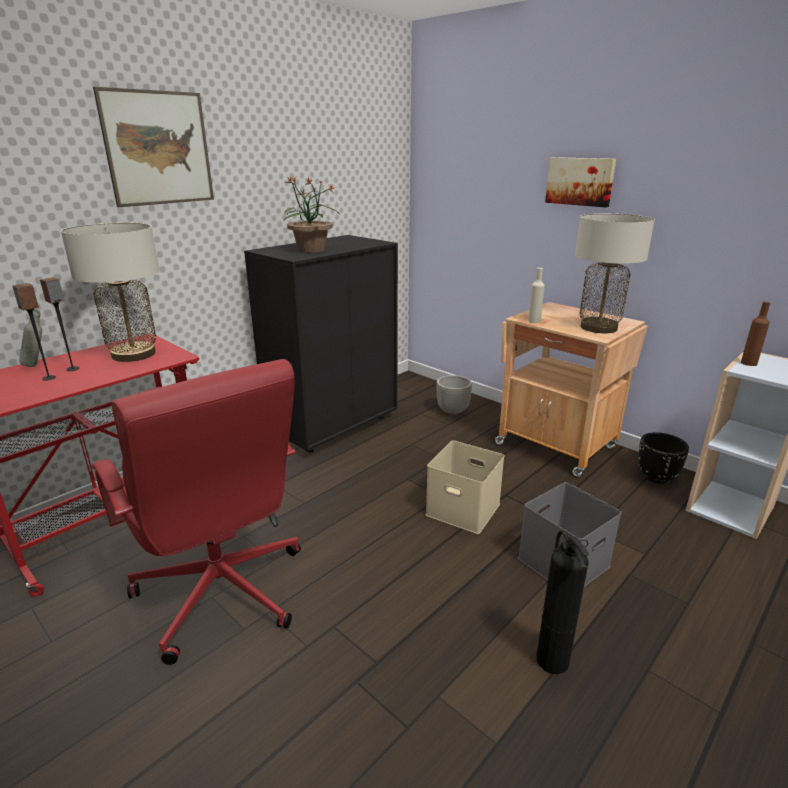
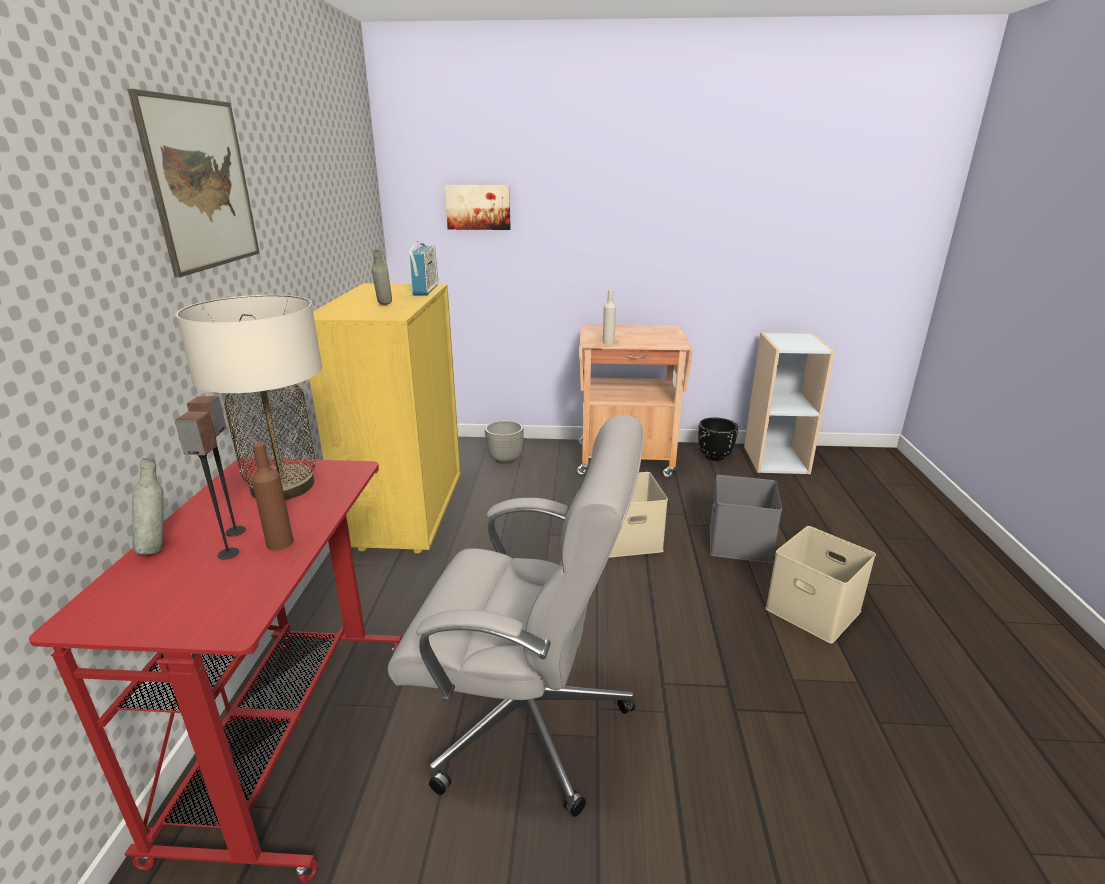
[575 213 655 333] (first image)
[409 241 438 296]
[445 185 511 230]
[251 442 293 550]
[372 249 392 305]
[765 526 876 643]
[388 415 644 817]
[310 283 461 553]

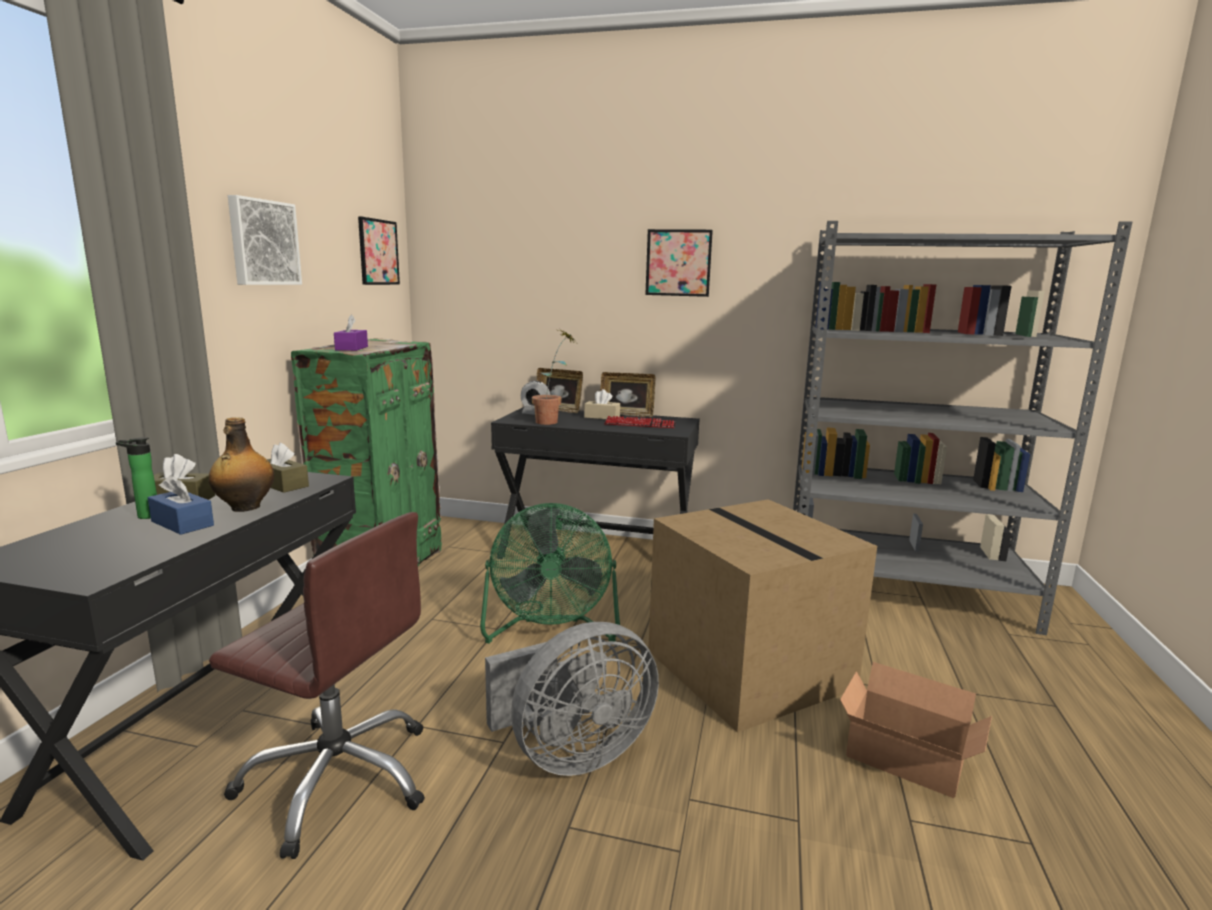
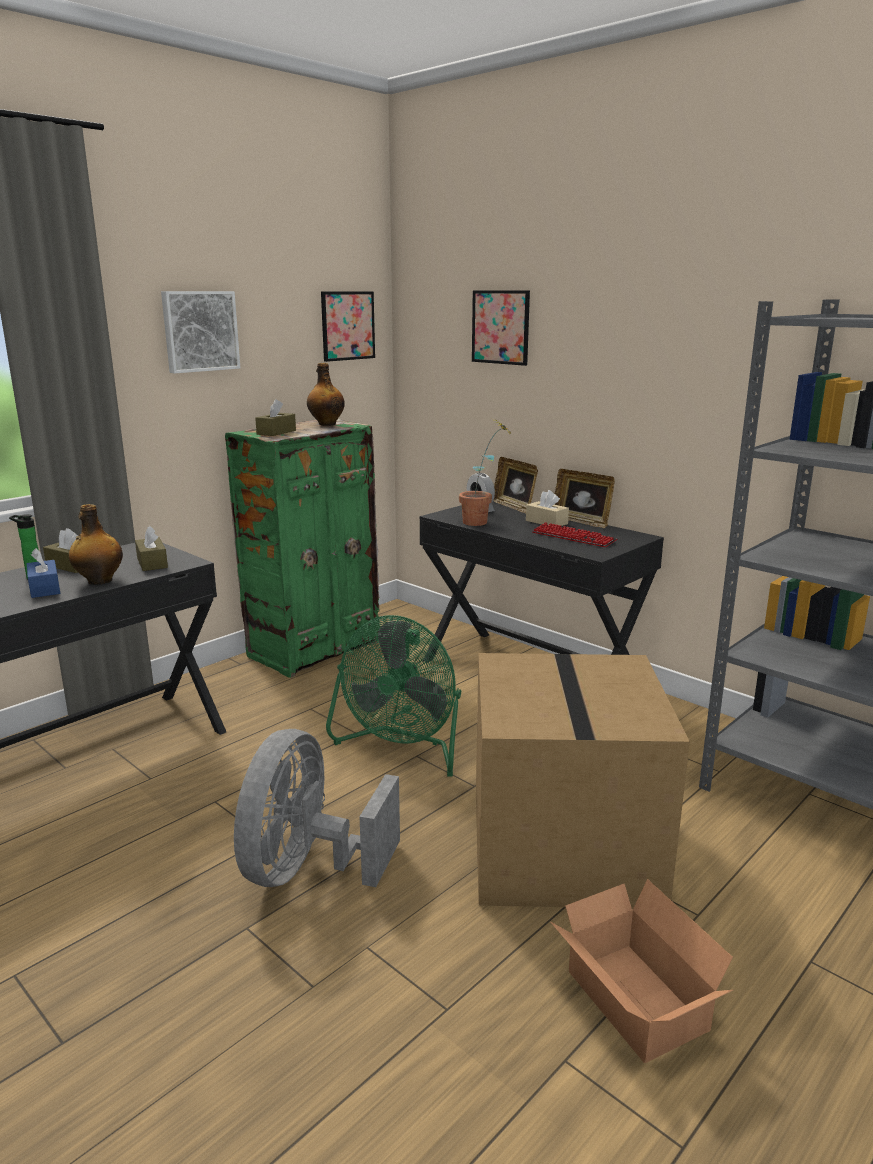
[209 512 425 859] (first image)
[307 363 345 426]
[472 291 530 366]
[255 399 296 436]
[234 729 400 887]

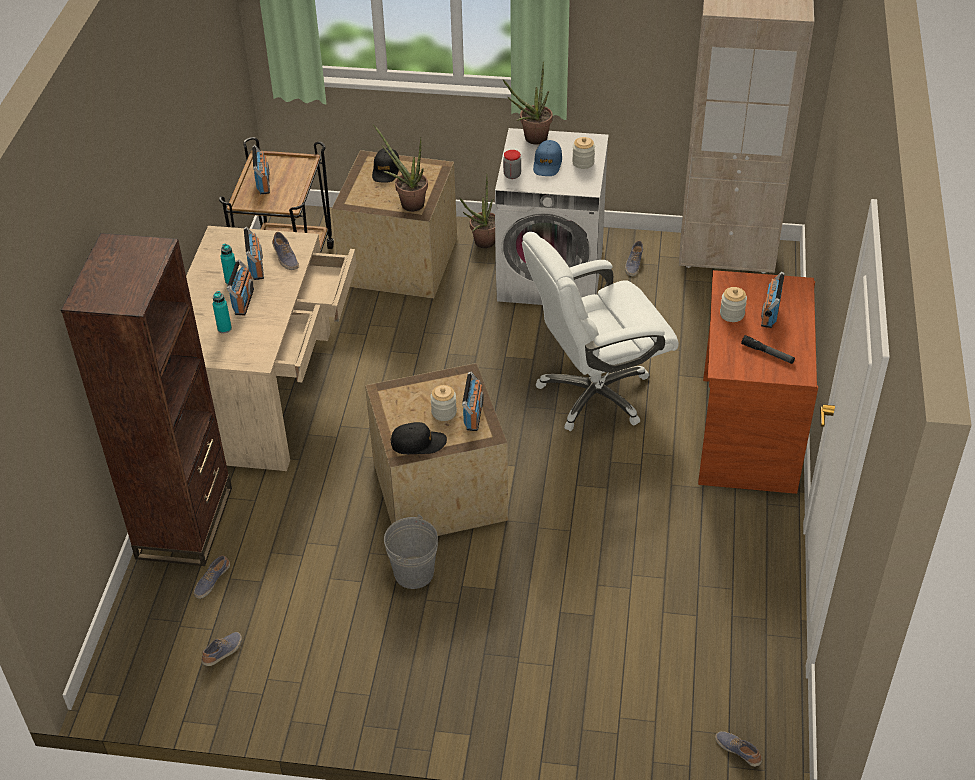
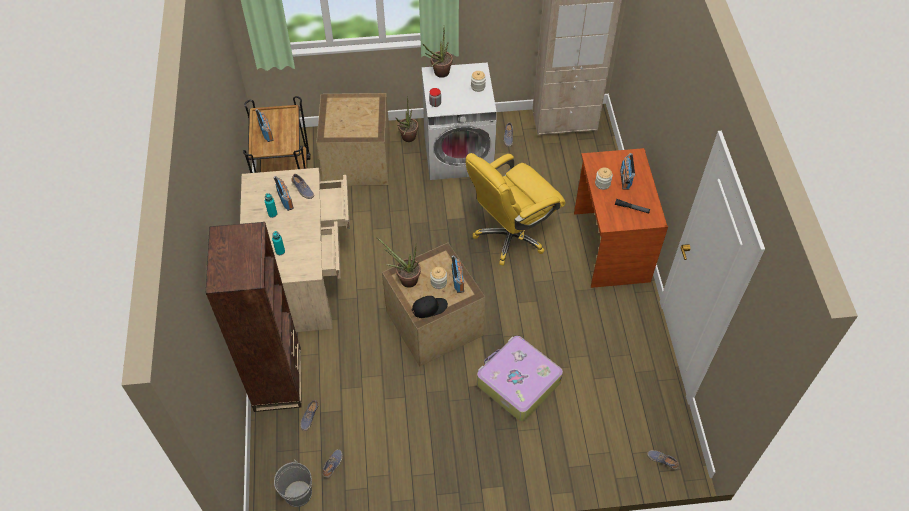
[227 260 254 315] (first image)
[372 148 400 183] (first image)
[533 140 562 176] (first image)
[477 336 563 421]
[376 237 421 288]
[274 460 312 507]
[465 153 565 266]

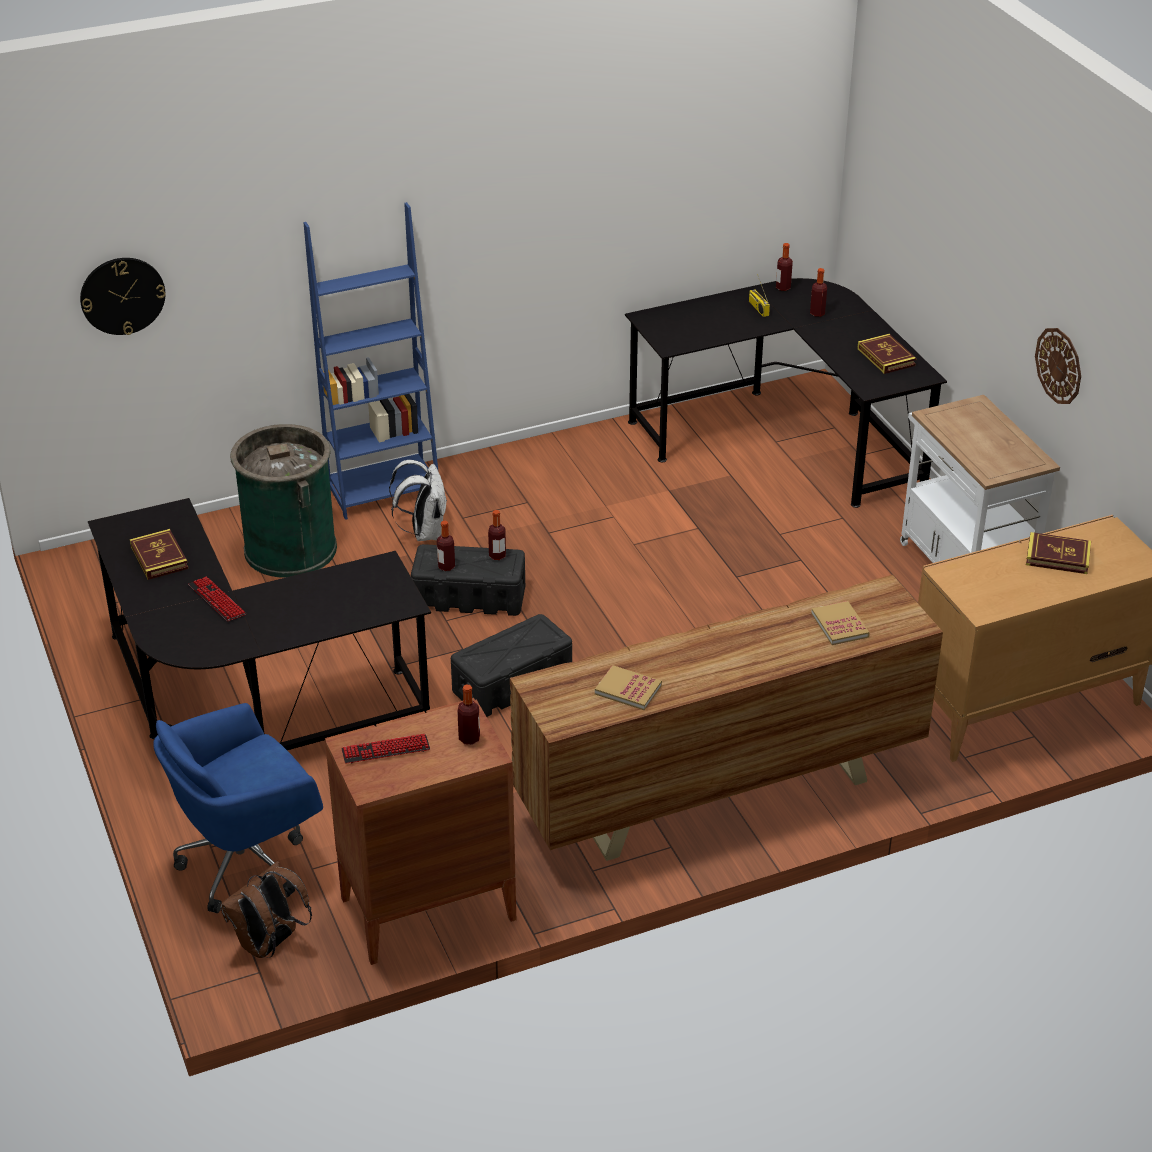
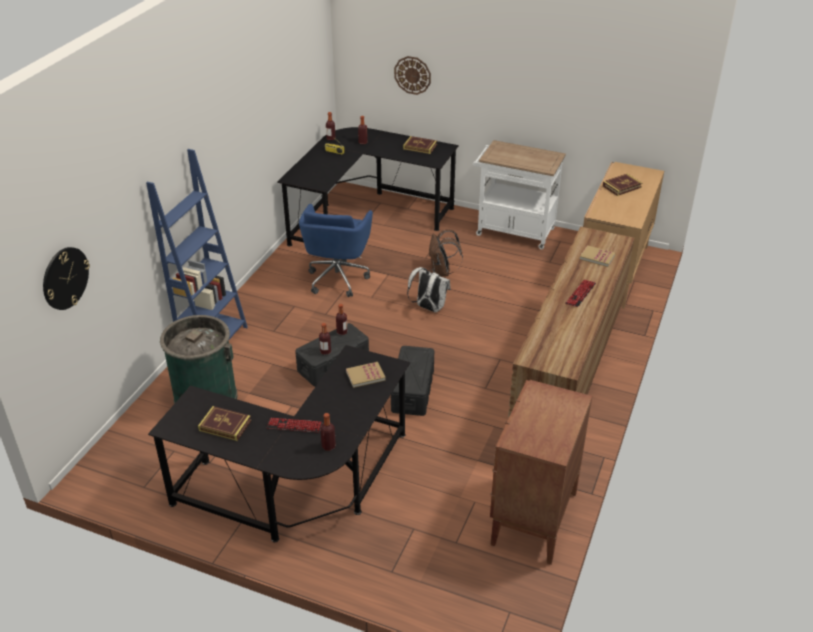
[299 204 373 297]
[429 229 463 276]
[565 279 596 307]
[407 267 450 312]
[320 413 336 451]
[346 362 386 388]
[394 56 431 95]

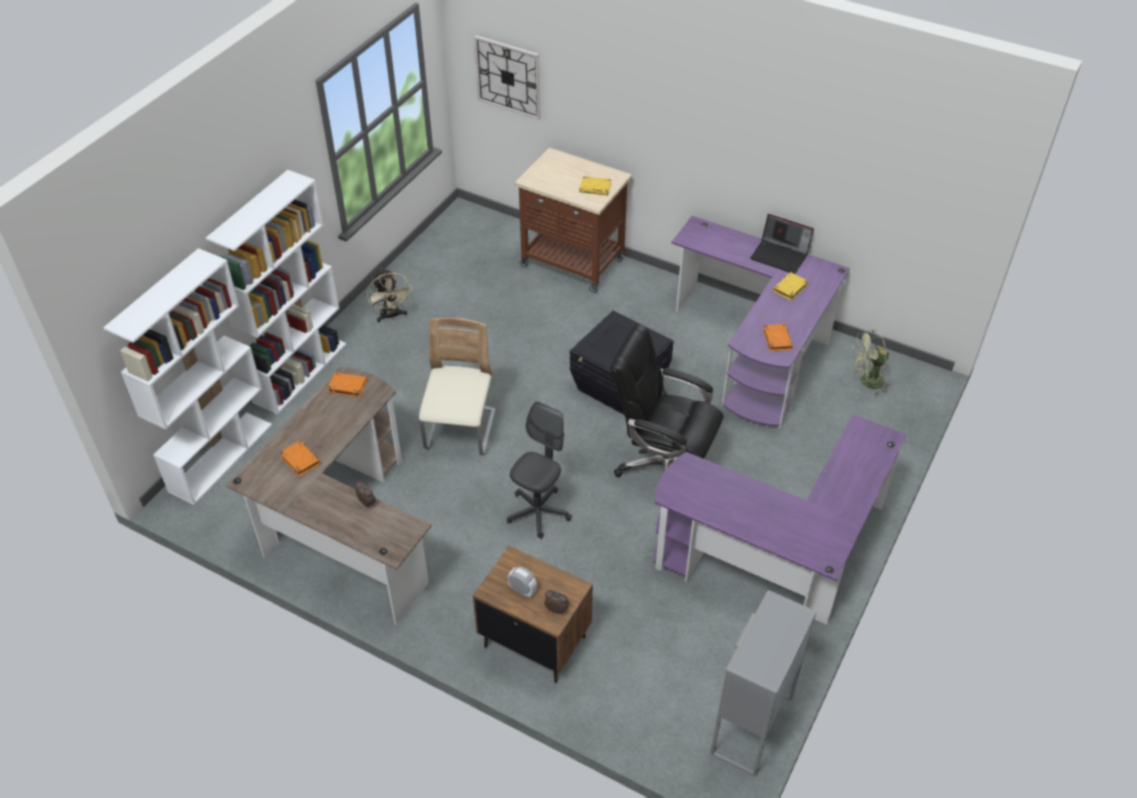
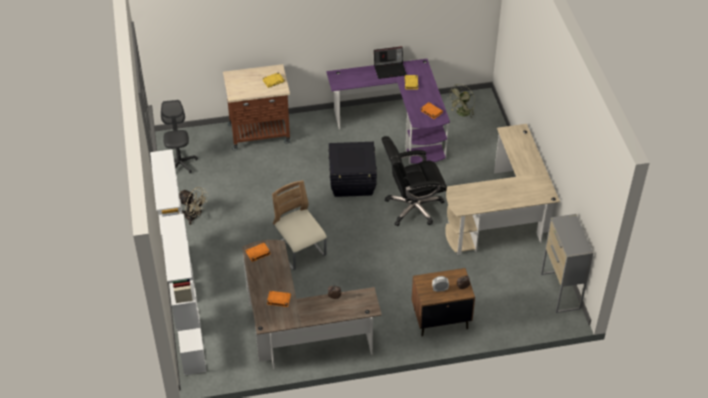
[474 35 540 120] (first image)
[161 100 198 174]
[445 124 560 255]

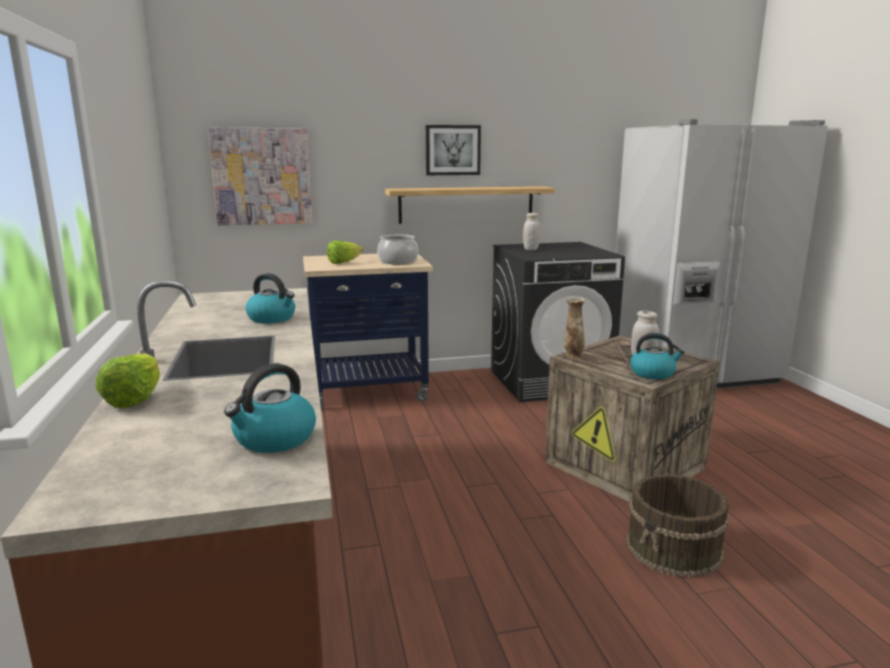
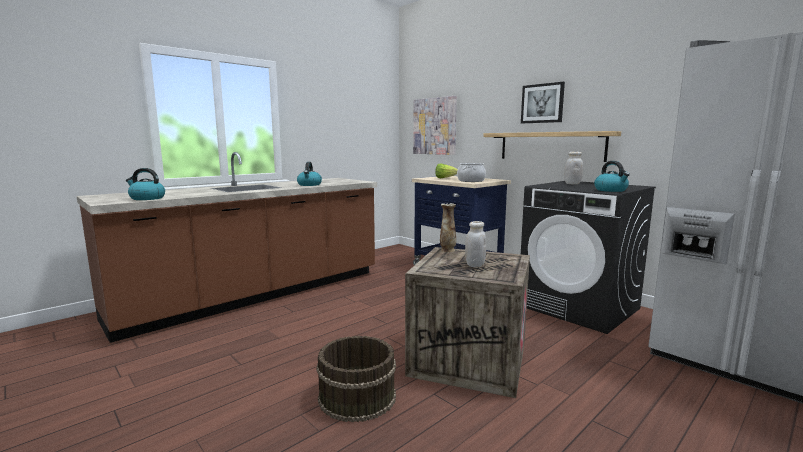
[96 353 160 408] (first image)
[594 161 630 192]

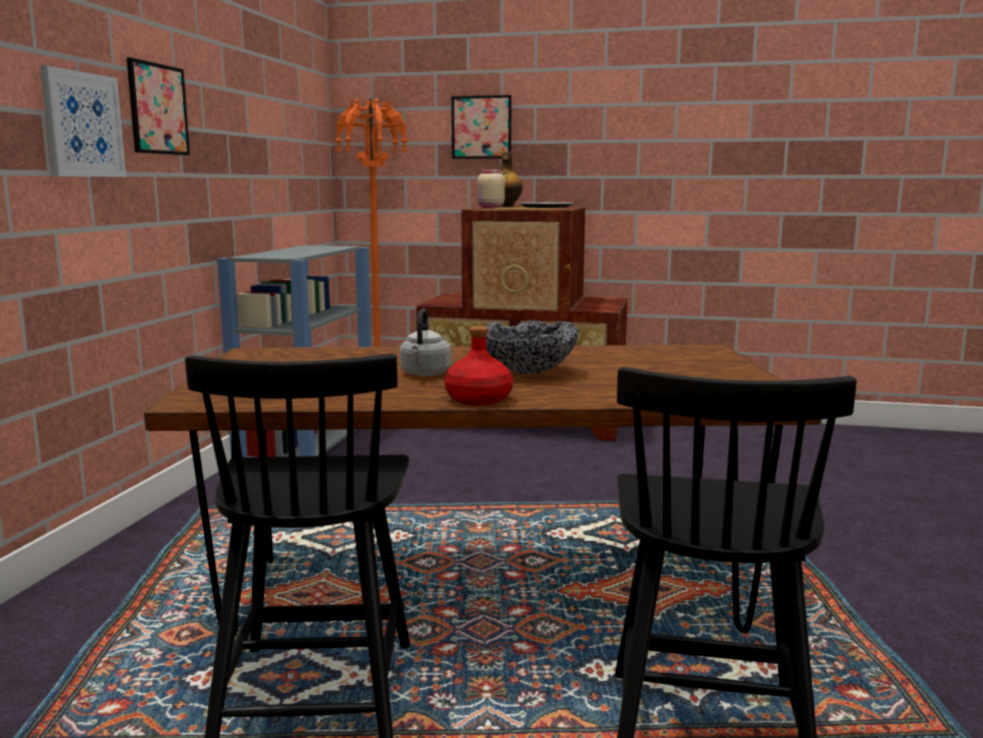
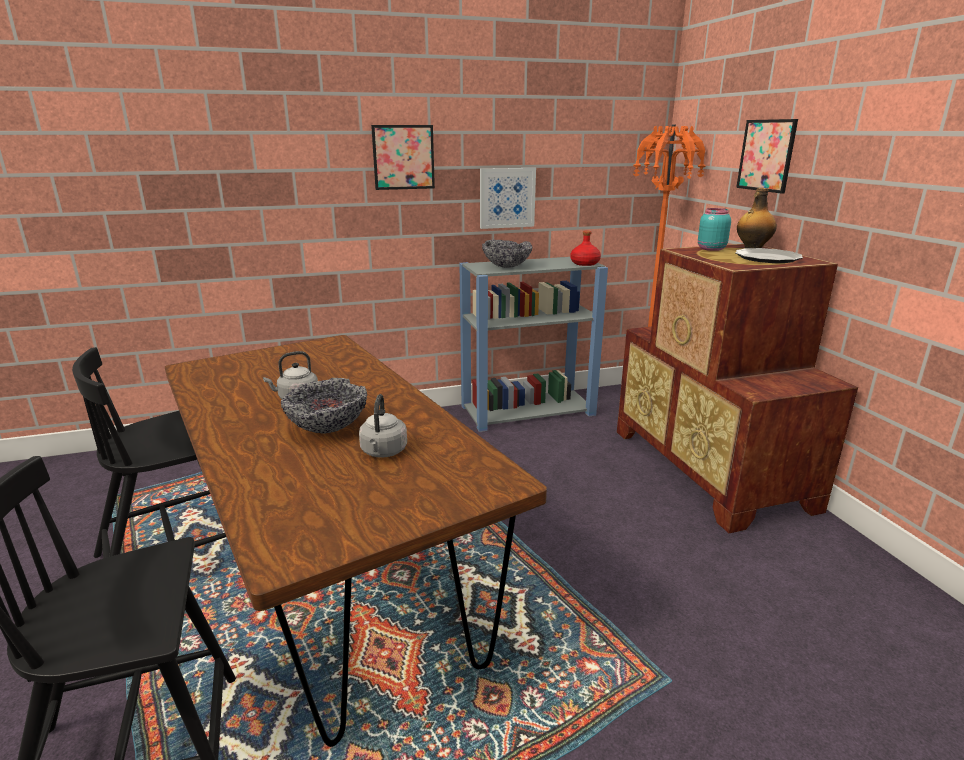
[359 394 407 458]
[482 239 533 268]
[480 168 536 229]
[570 231 601 266]
[698 208 731 251]

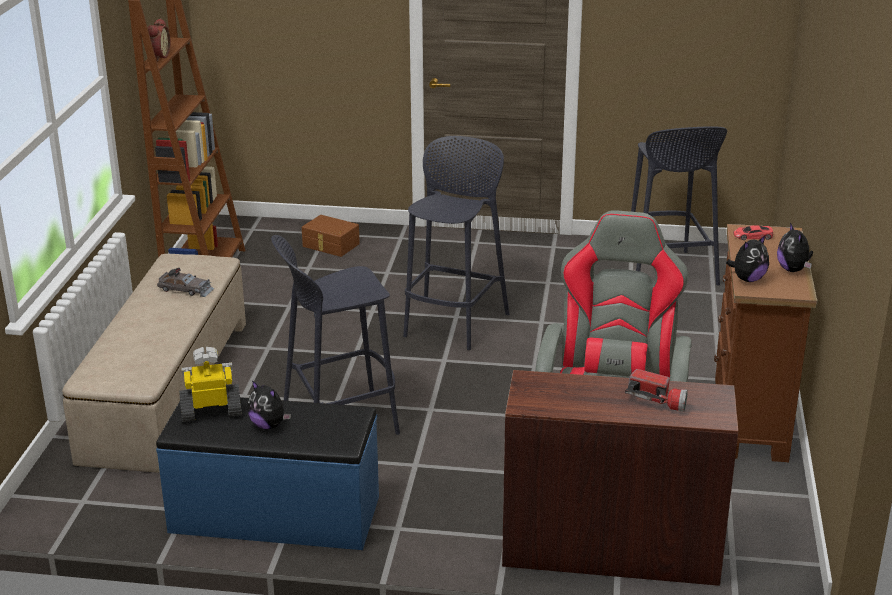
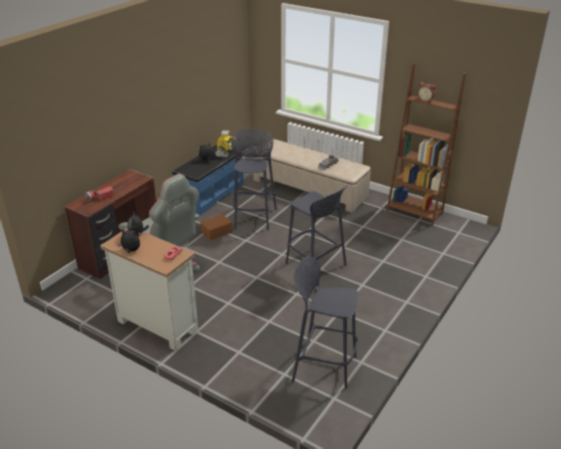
[200 214 232 240]
[100 228 198 351]

